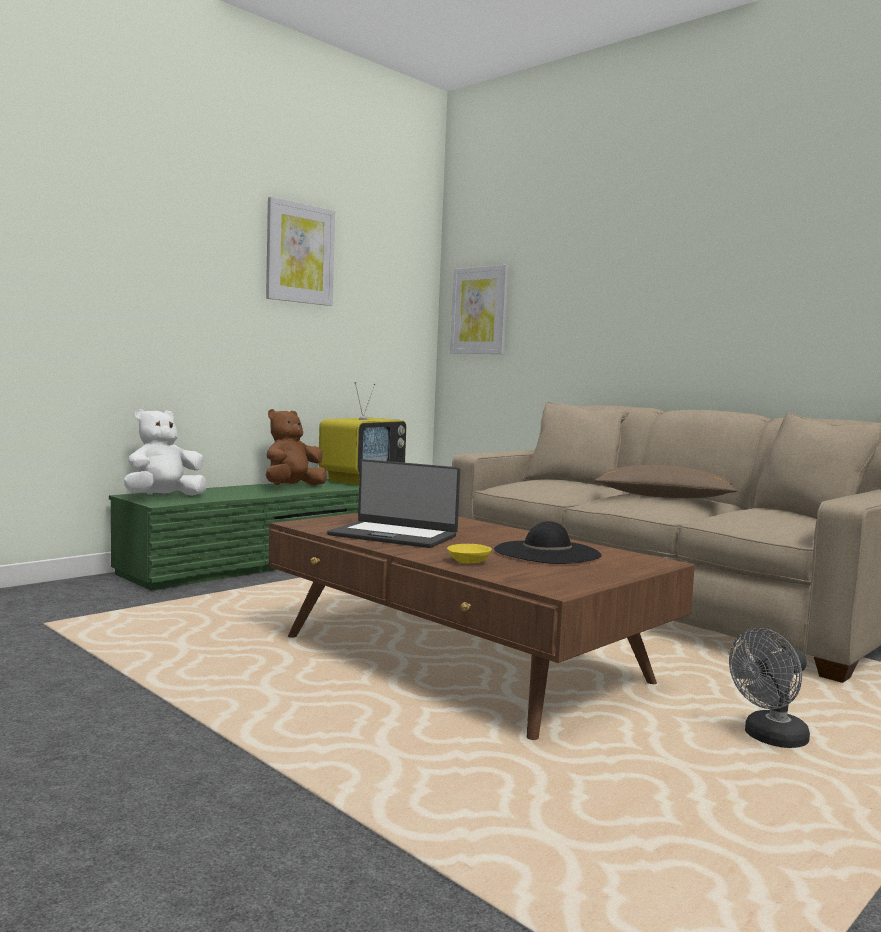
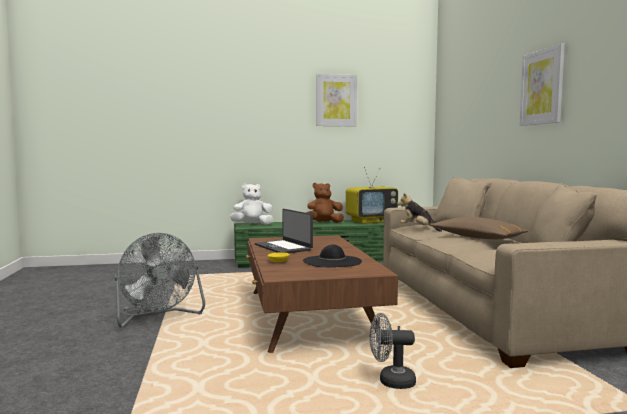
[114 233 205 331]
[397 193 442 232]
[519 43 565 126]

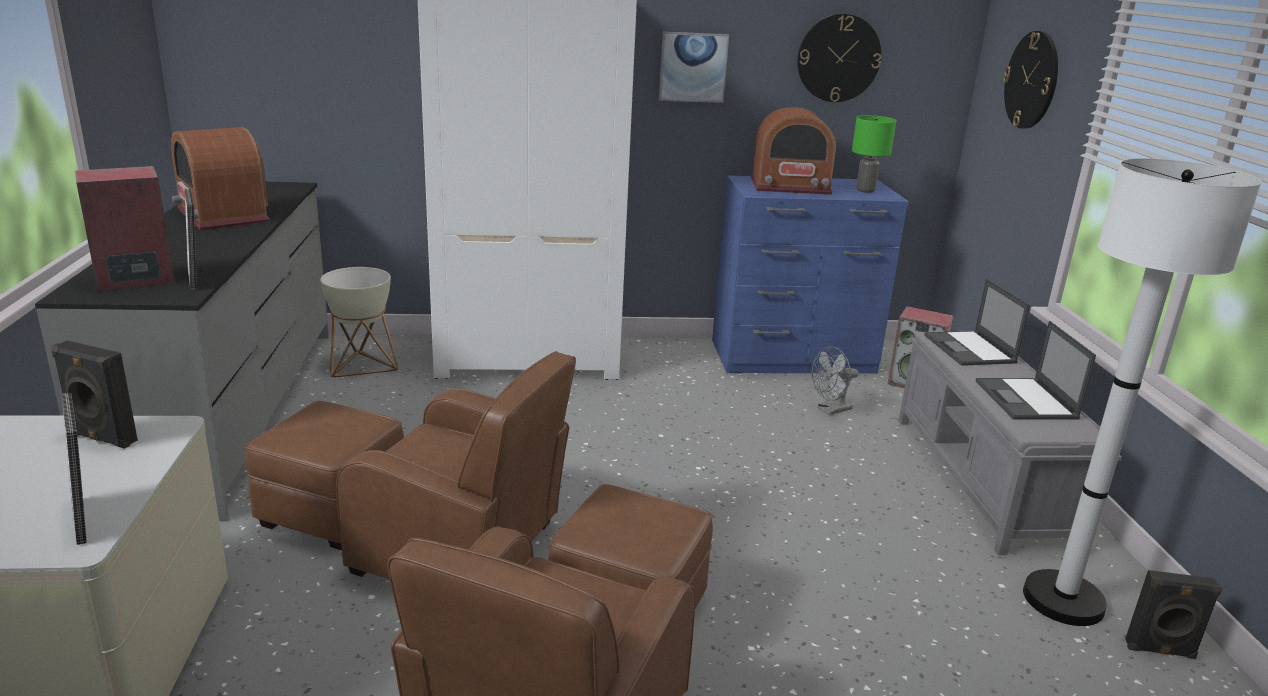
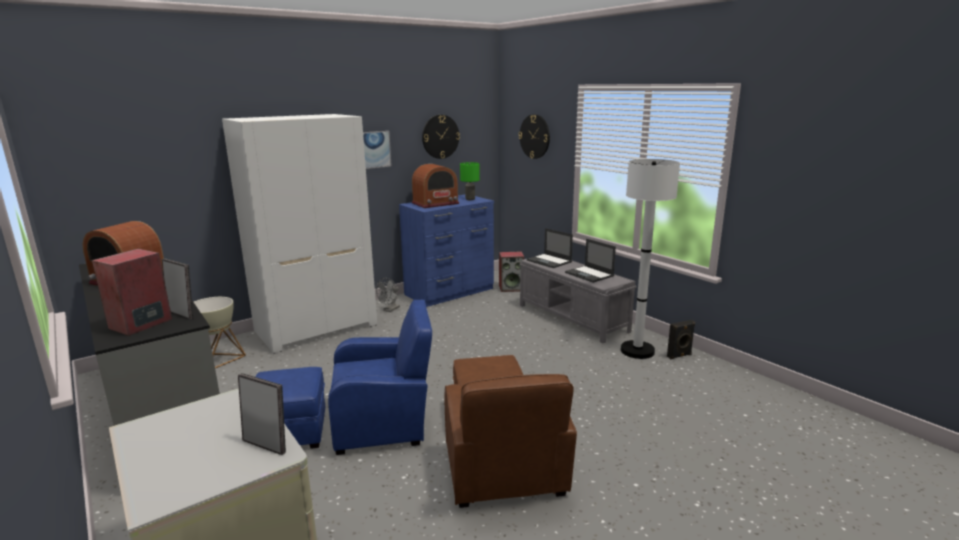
[51 340 138 449] (first image)
[376 278 400 312]
[256 299 432 455]

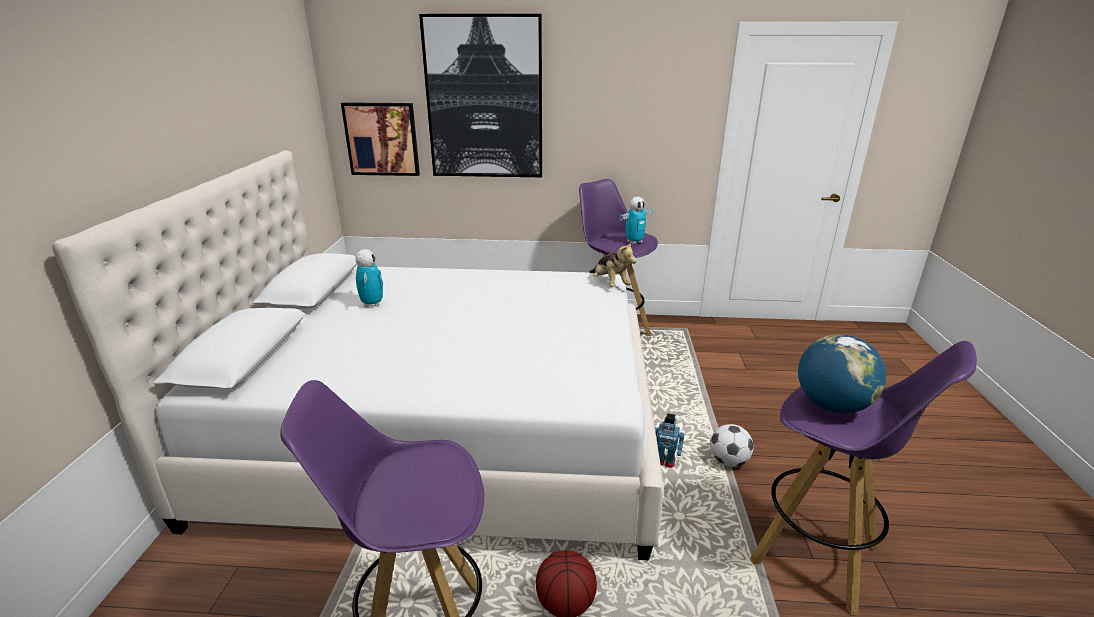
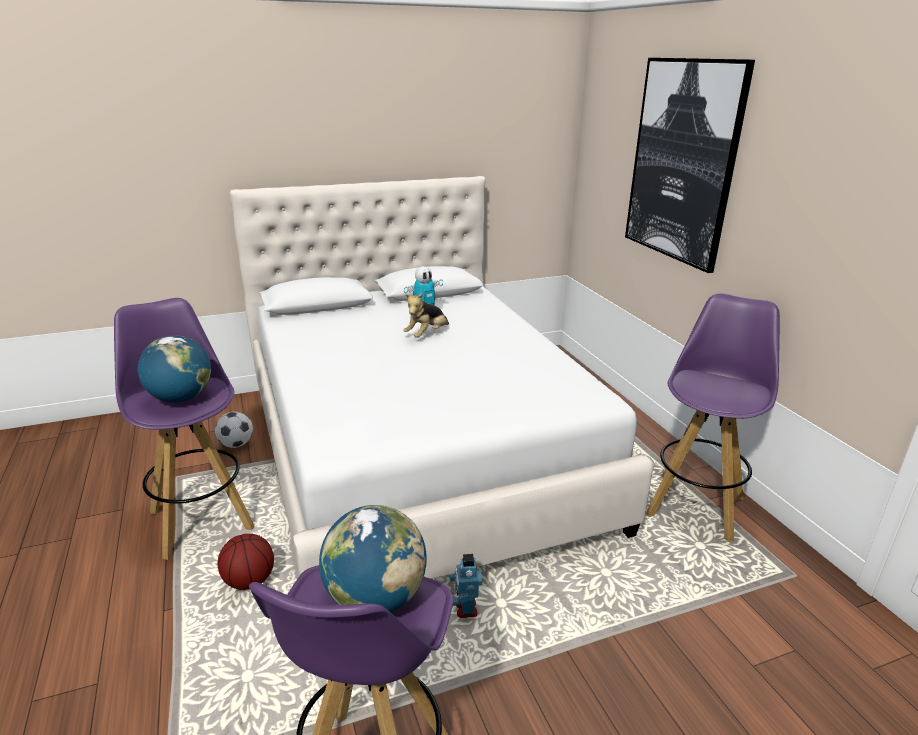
[341 102 420 176] (first image)
[620 197 653 244] (first image)
[138 335 211 403]
[403 293 449 338]
[215 412 253 448]

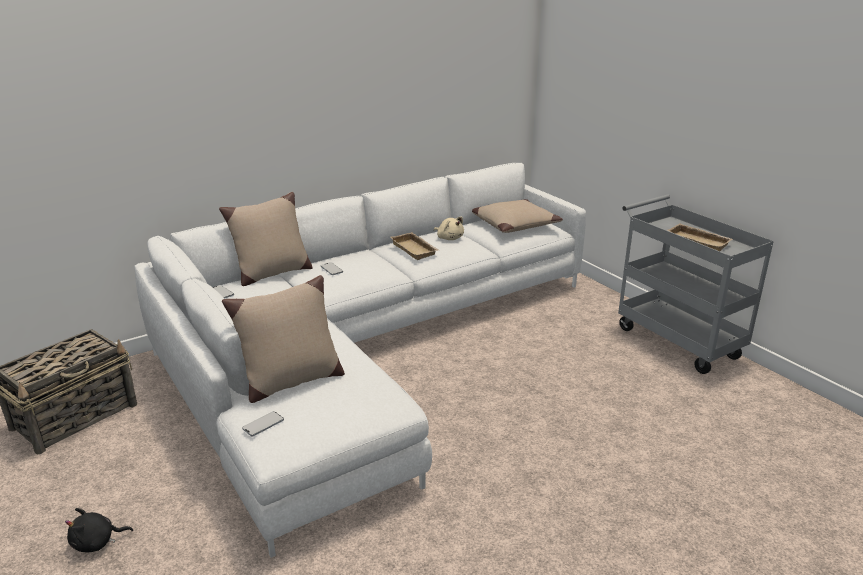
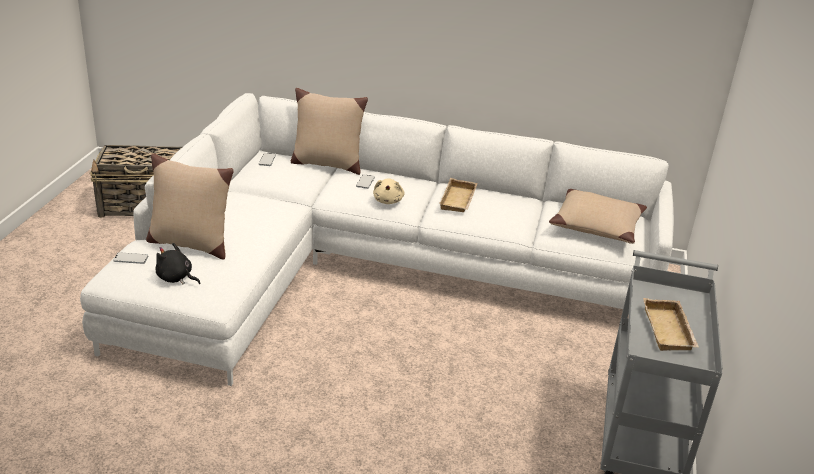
[155 243 200 284]
[373 178 405 204]

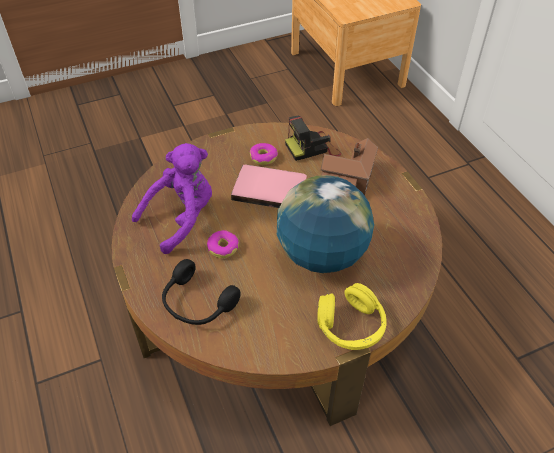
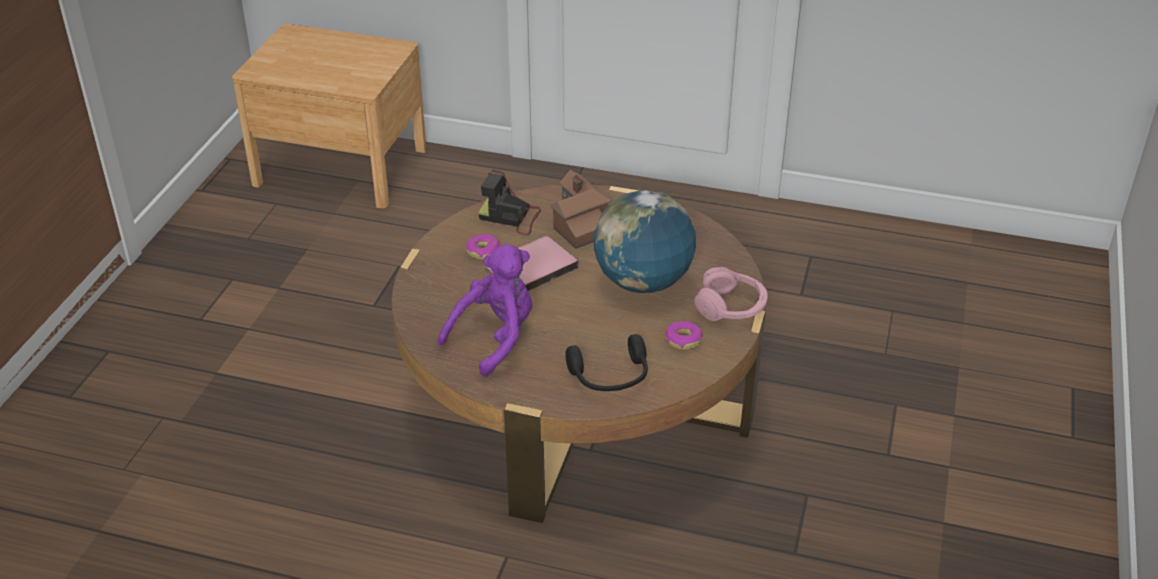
[665 321 703 350]
[695 267 768 321]
[437 244 532 377]
[478 170 541 236]

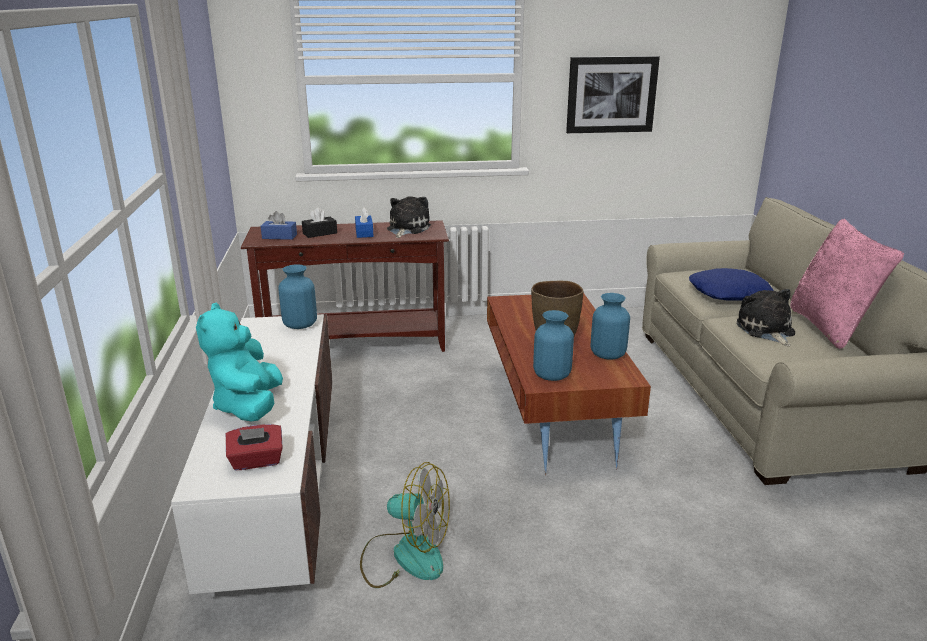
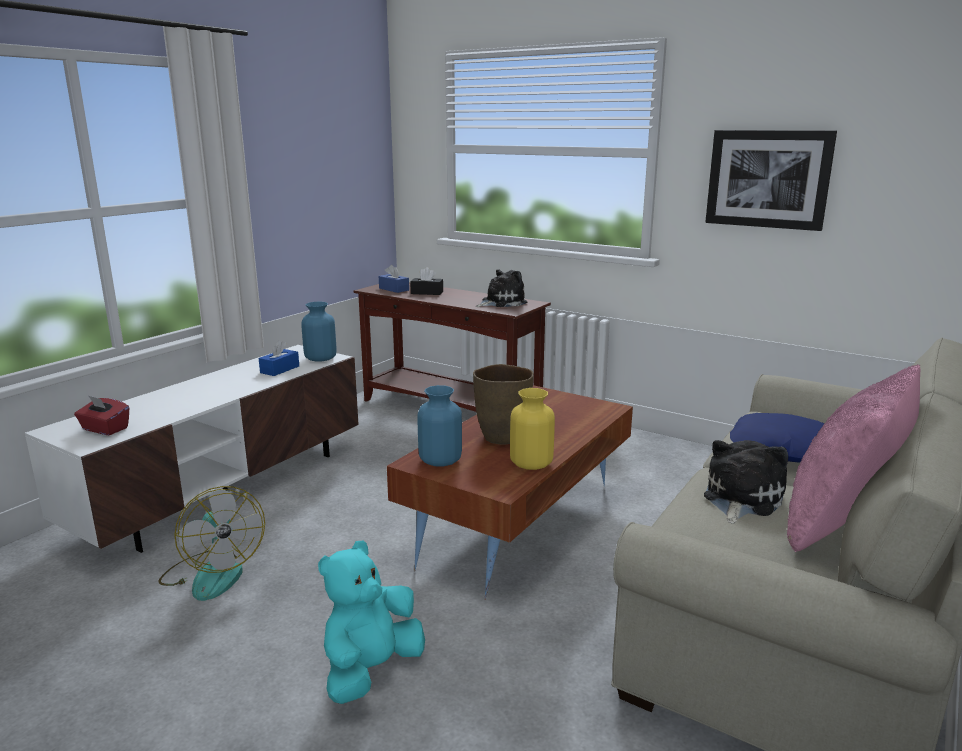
[318 541 425 704]
[259 340 299 376]
[510 388 555 470]

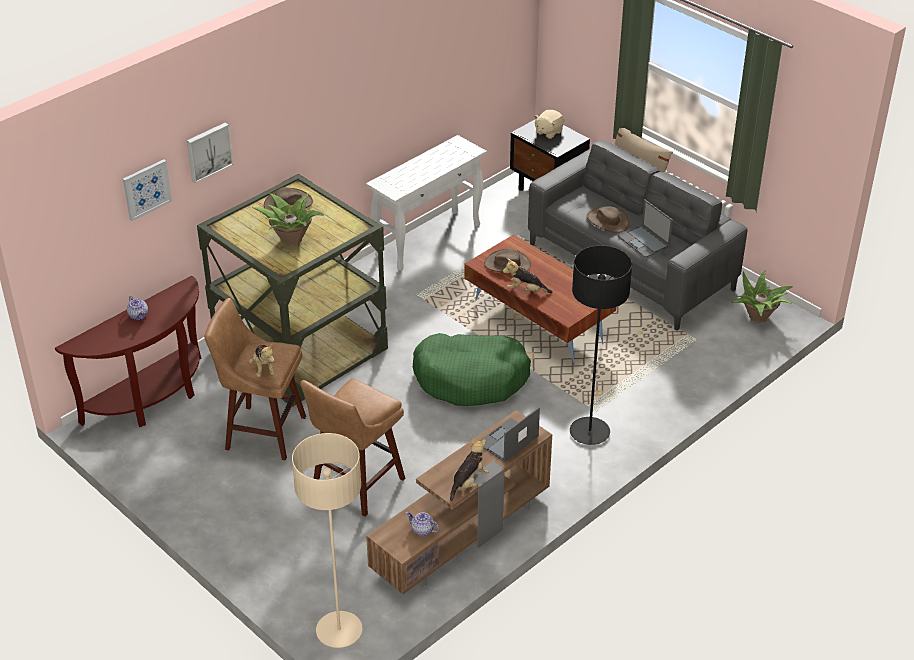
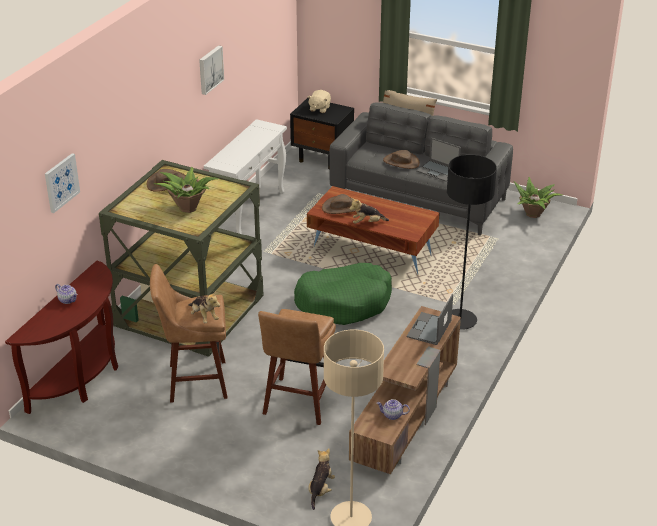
[199 45 224 95]
[308 448 335 510]

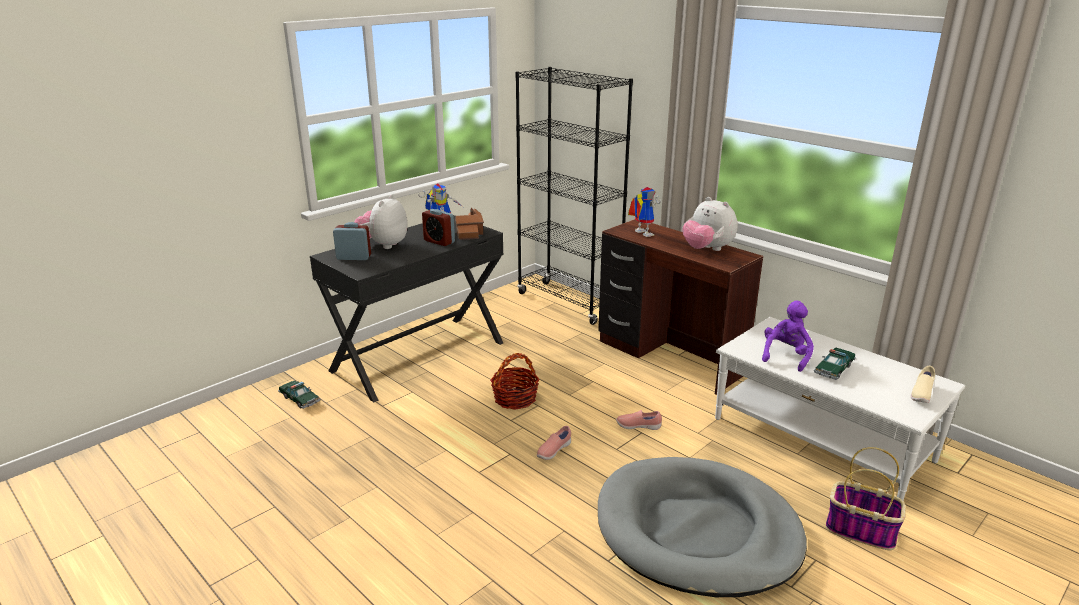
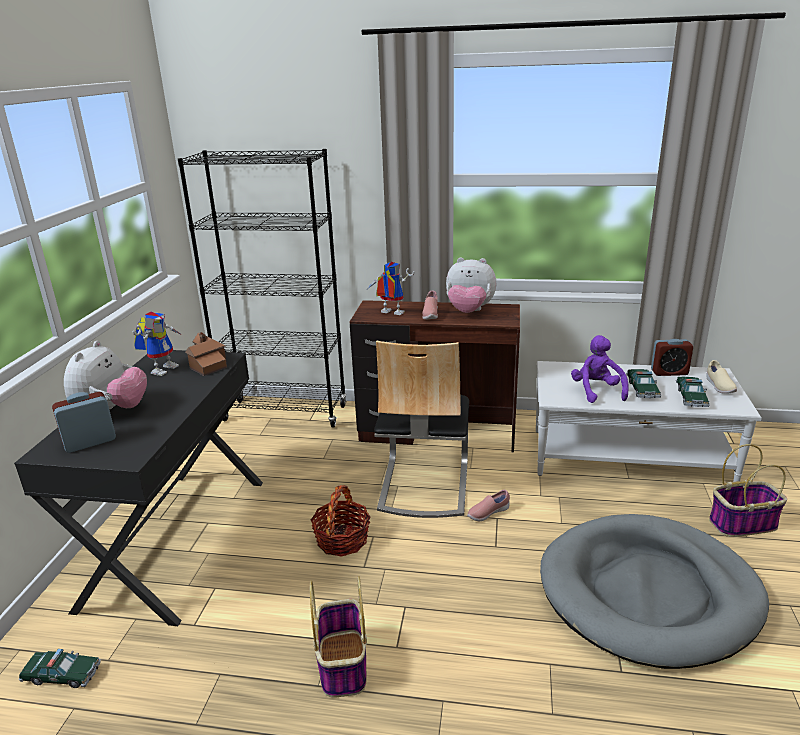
[310 576 367 698]
[374 341 469 518]
[676 377 710 407]
[651 339 693 376]
[423 291 438 320]
[64 341 147 409]

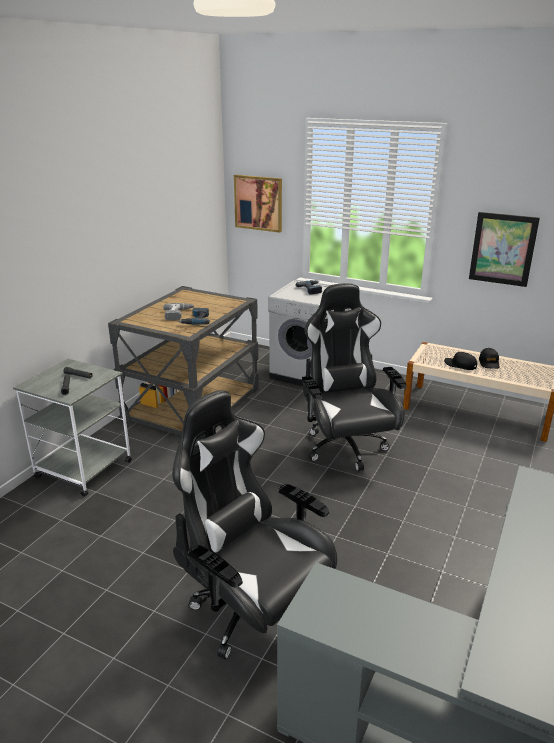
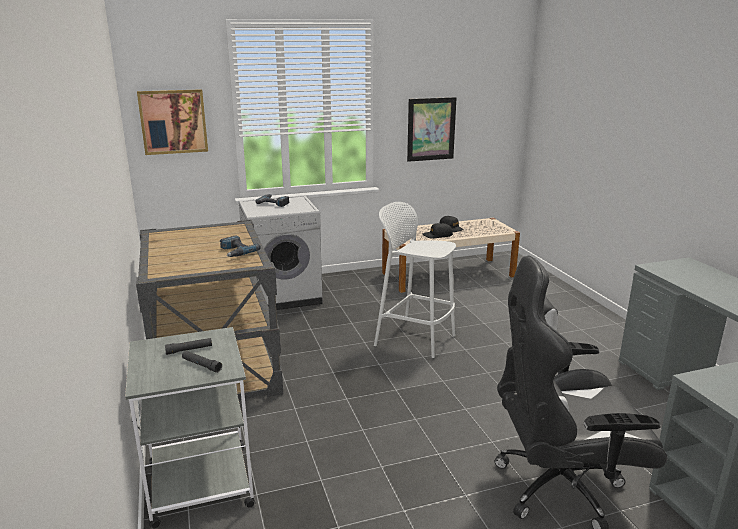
[163 303 194 320] (first image)
[374 202 456 358]

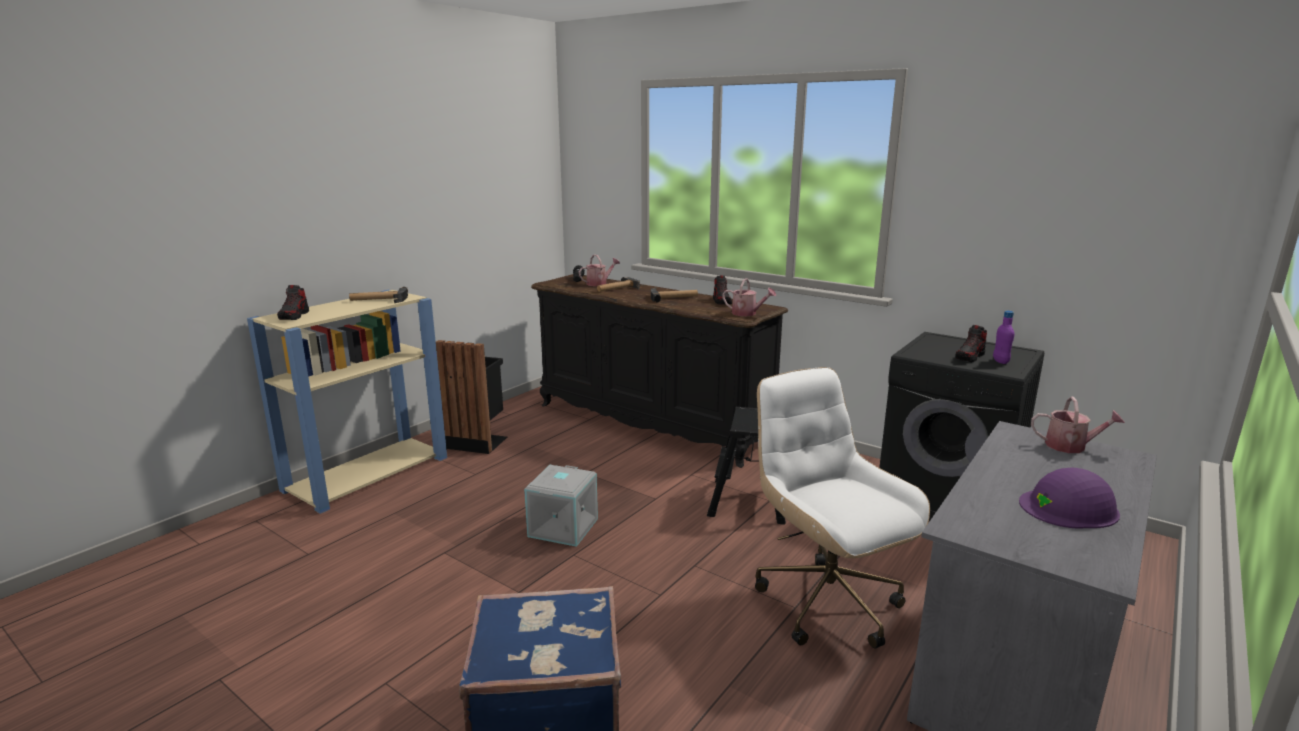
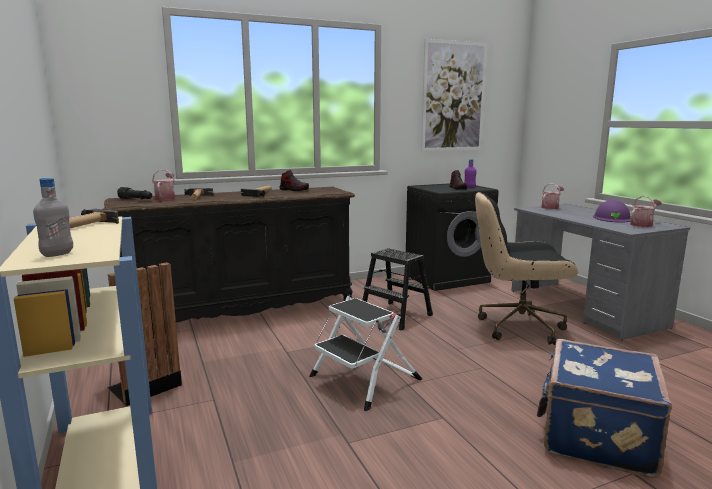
[421 39 487 151]
[630 196 662 227]
[33 178 73 257]
[309 295 422 411]
[475 192 578 345]

